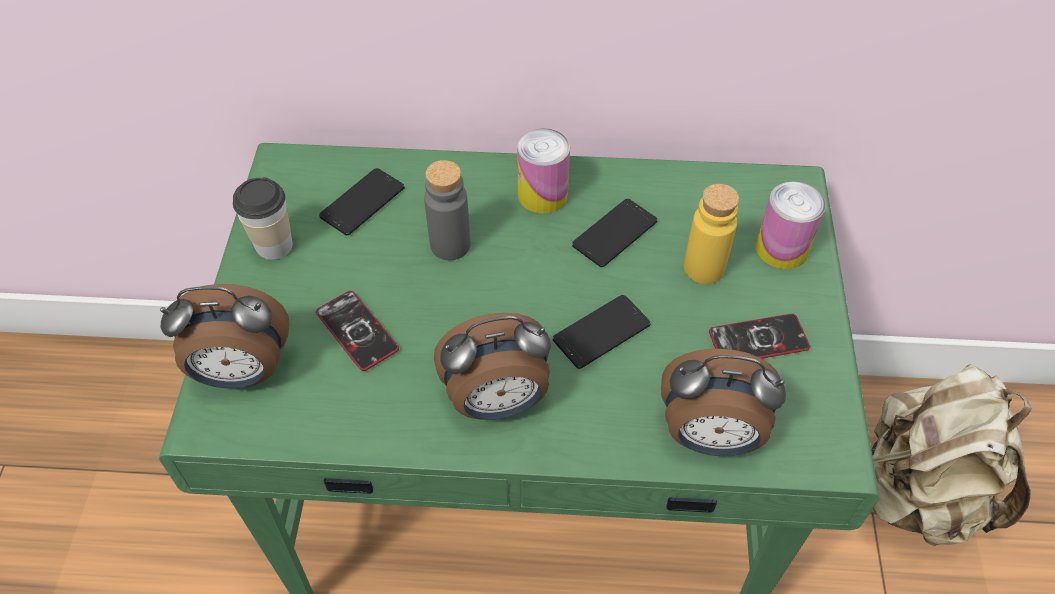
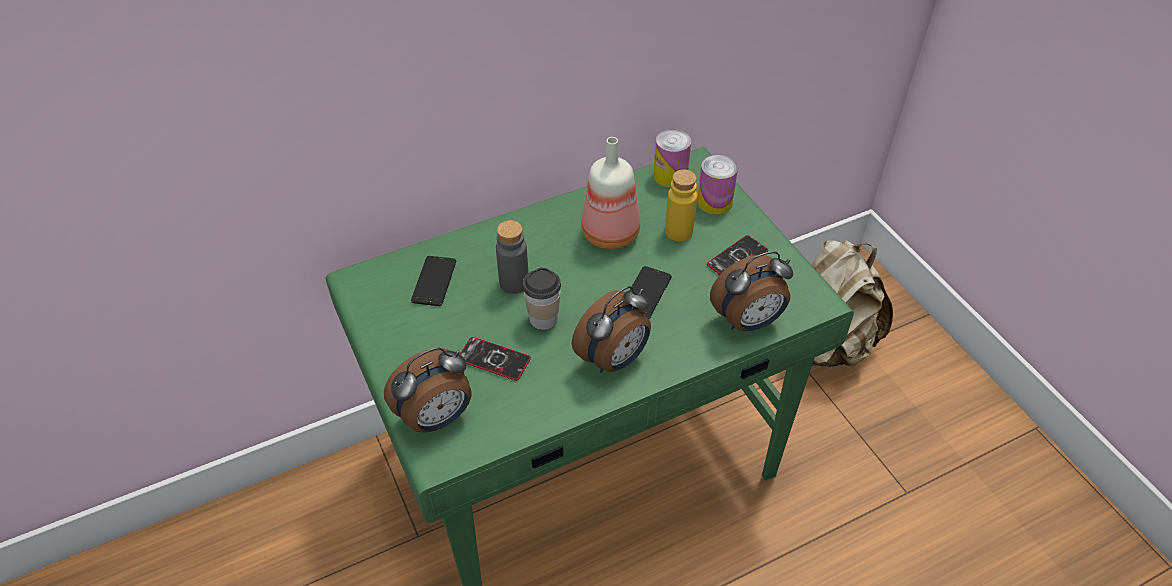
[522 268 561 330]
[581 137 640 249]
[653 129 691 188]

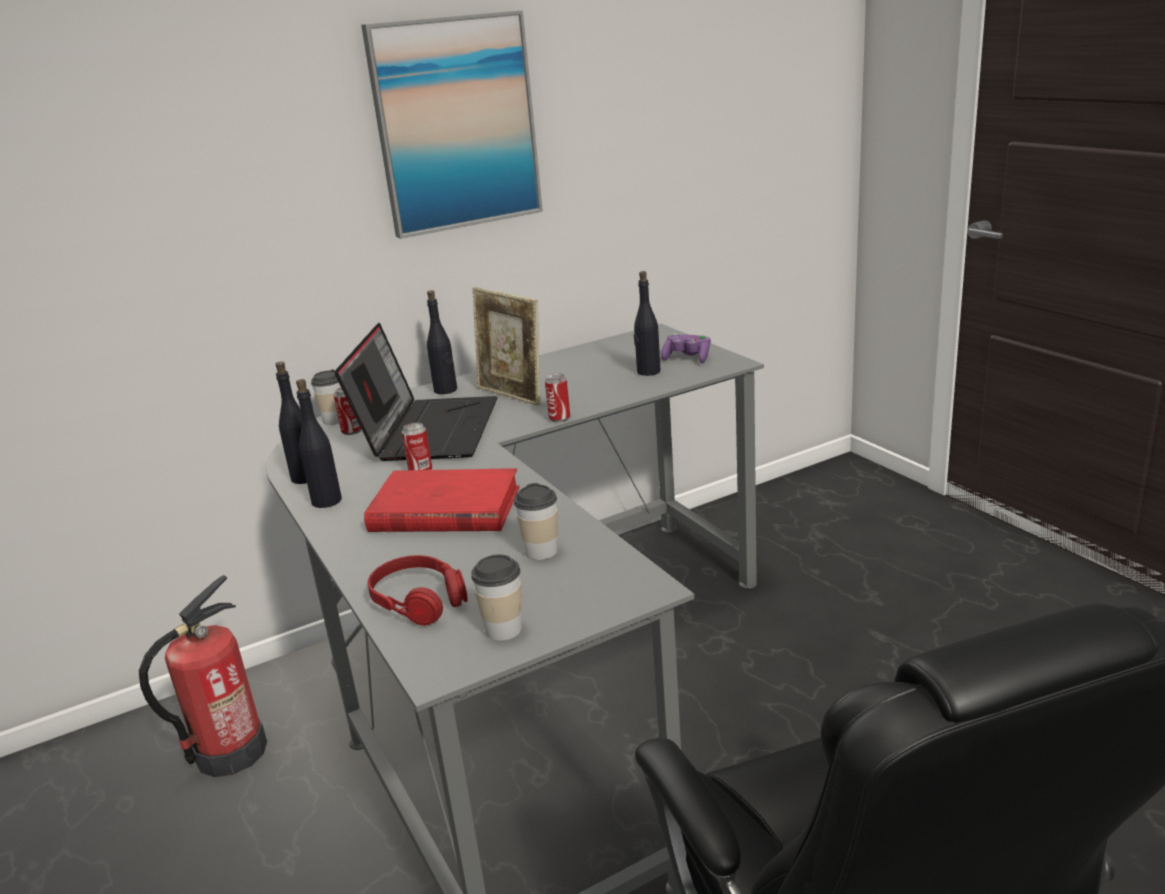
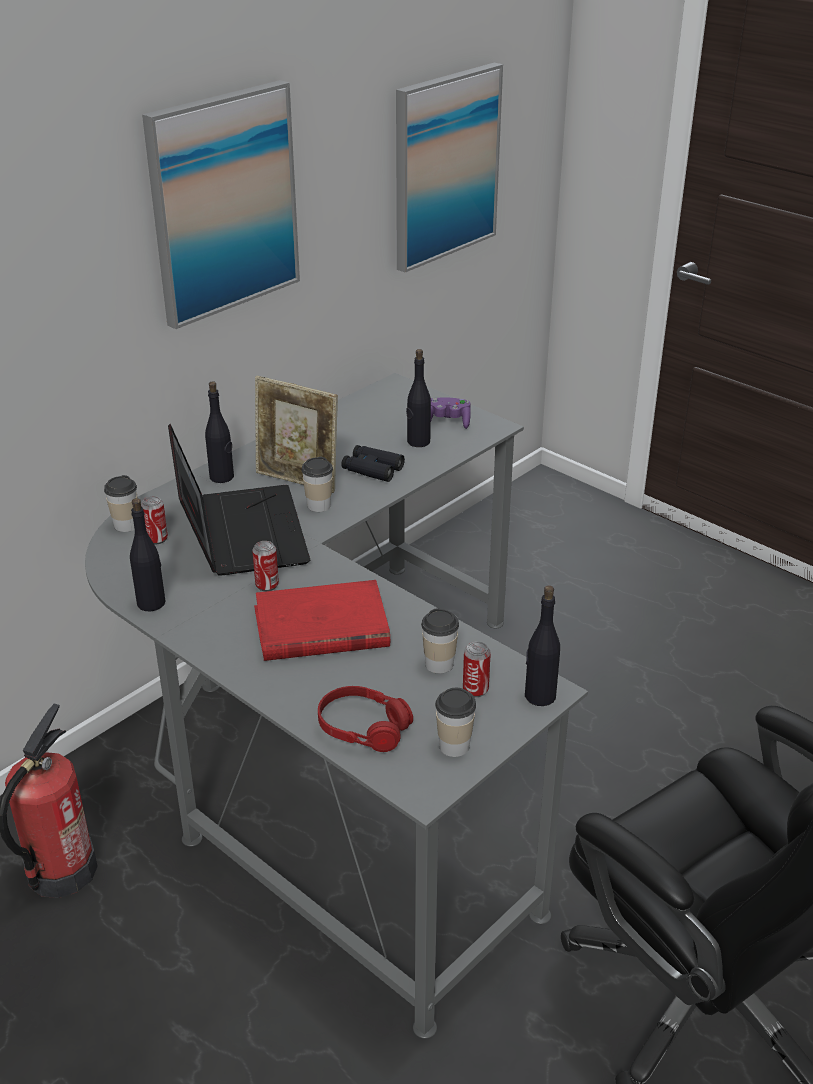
[302 457 333 512]
[341 445 405 482]
[396 63 503 273]
[463 642 491 697]
[525 585 560 706]

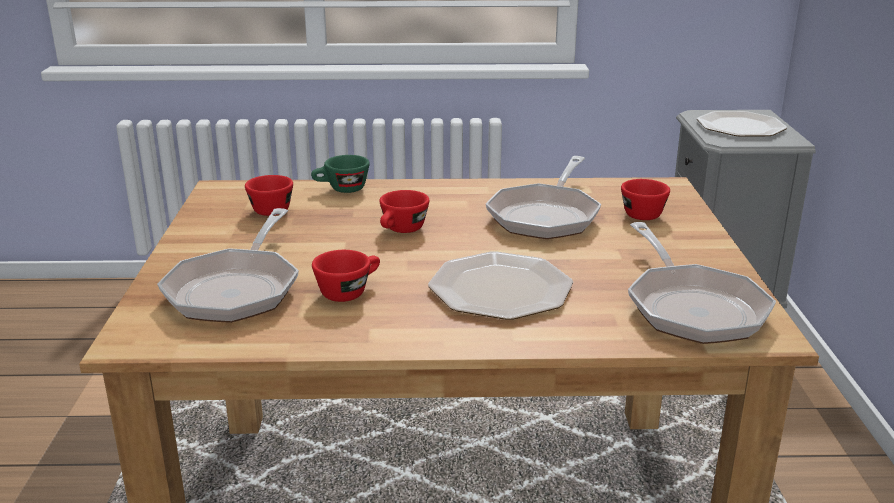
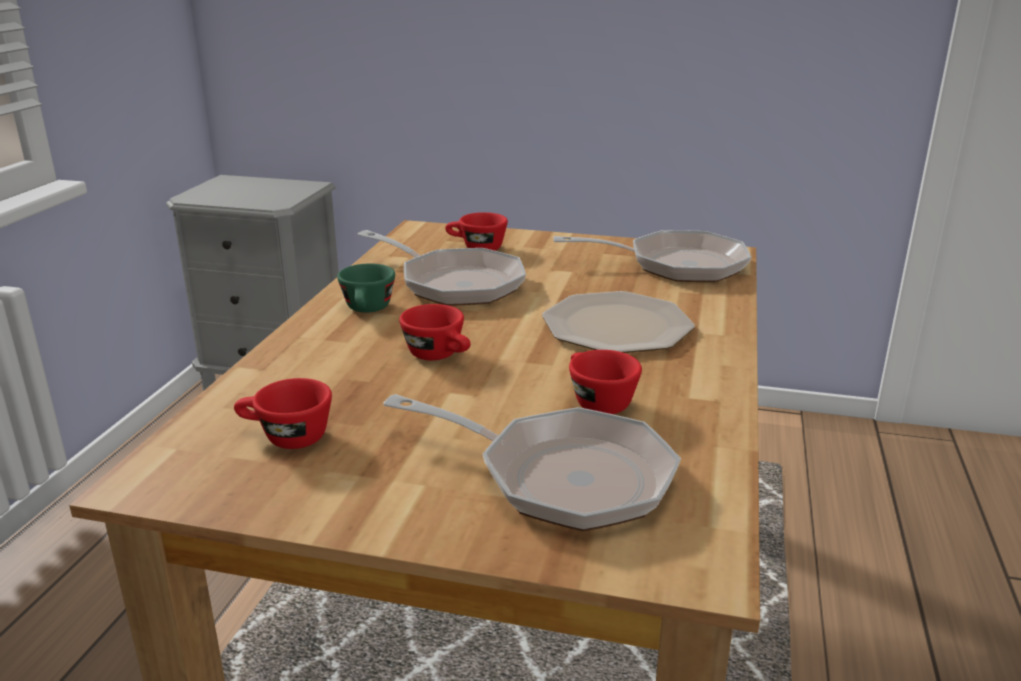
[337 263 395 313]
[697 111 787 137] (first image)

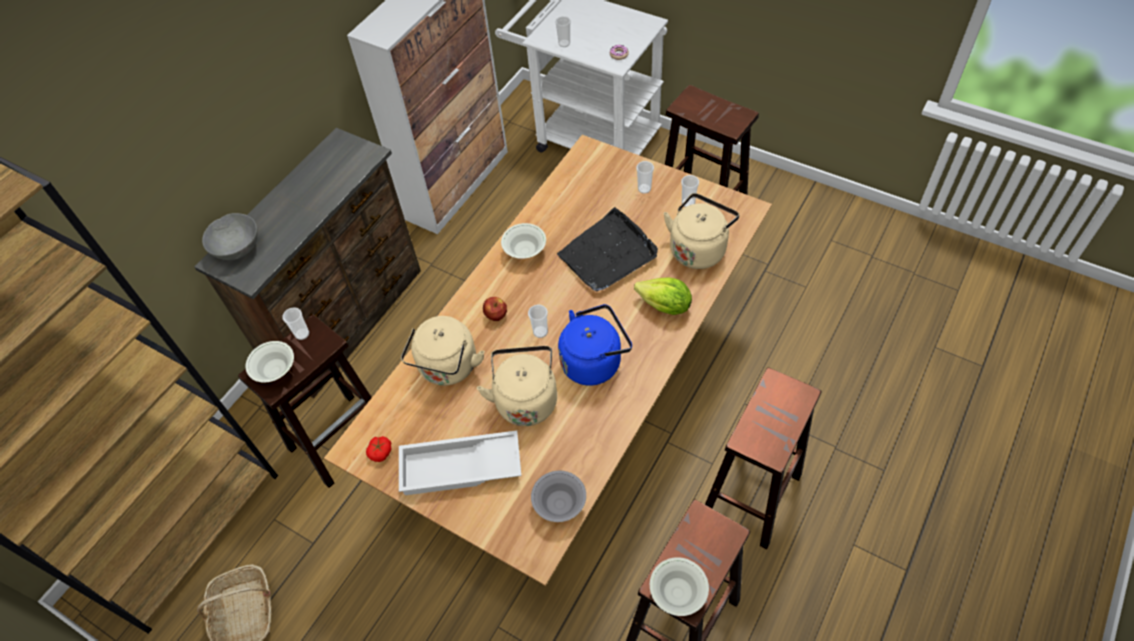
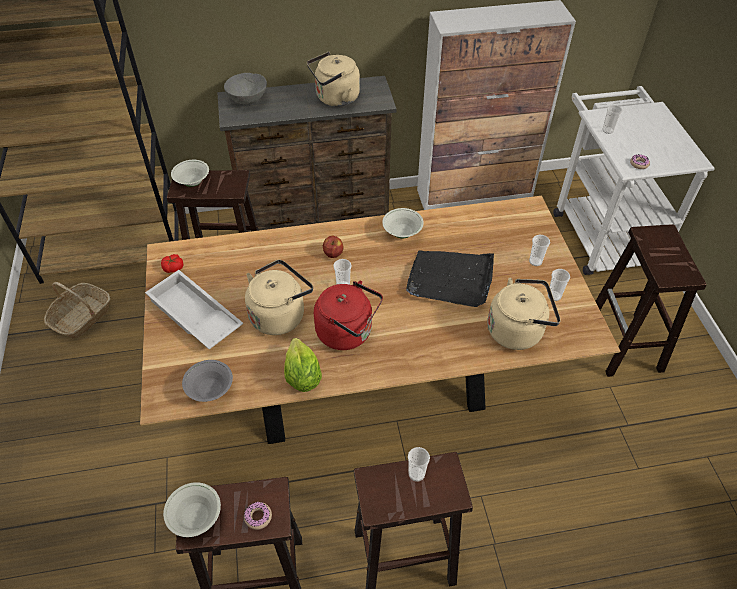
[244 502 272 530]
[284 338 322 392]
[307 52 360 107]
[314 281 383 350]
[408 447 430 482]

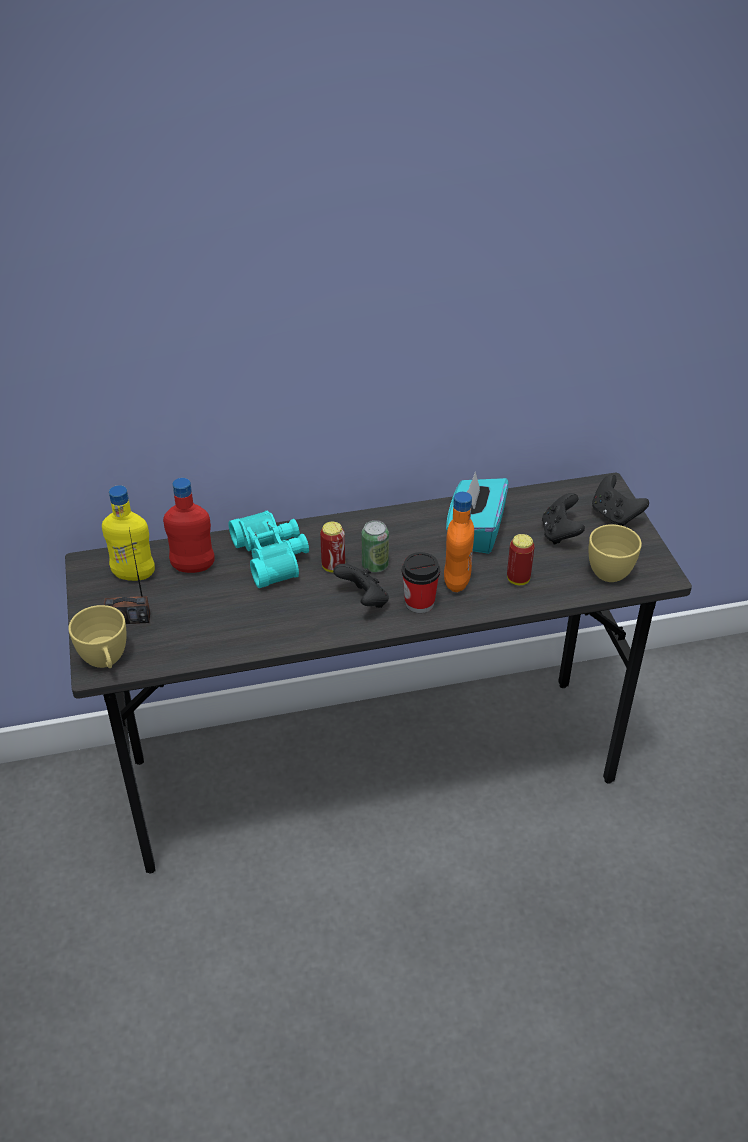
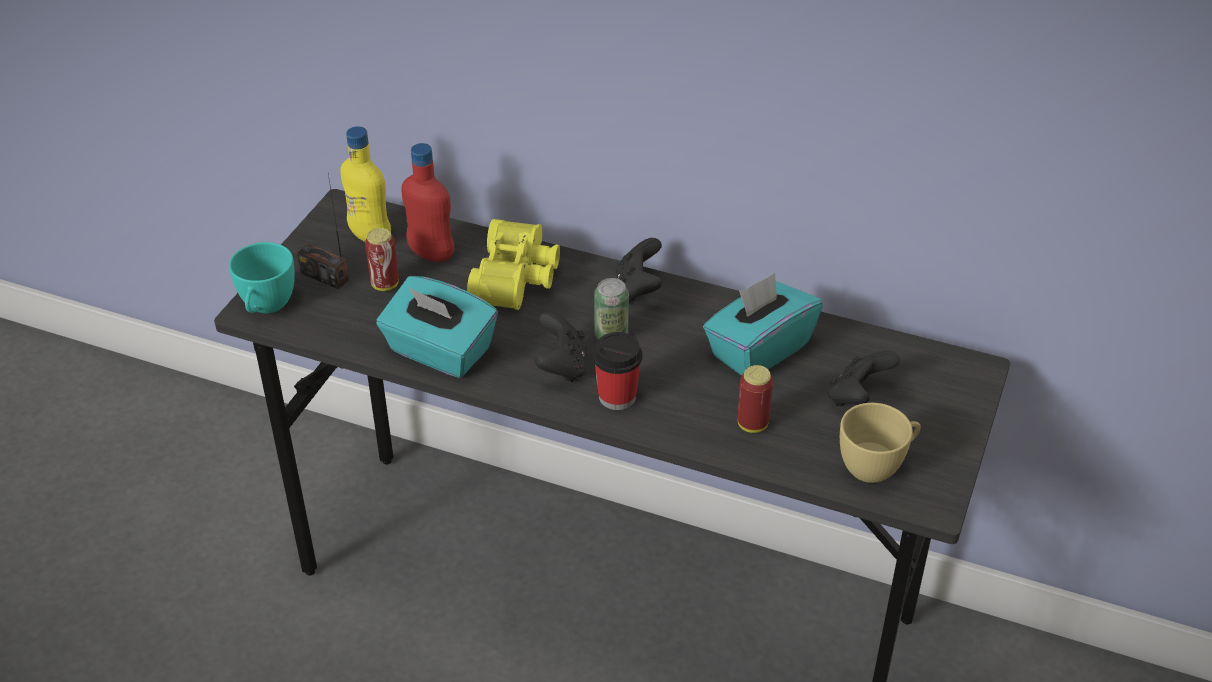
[229 242 295 313]
[365 228 399 291]
[376 276 498 378]
[467 219 560 310]
[616 238 662 302]
[444 492 474 592] (first image)

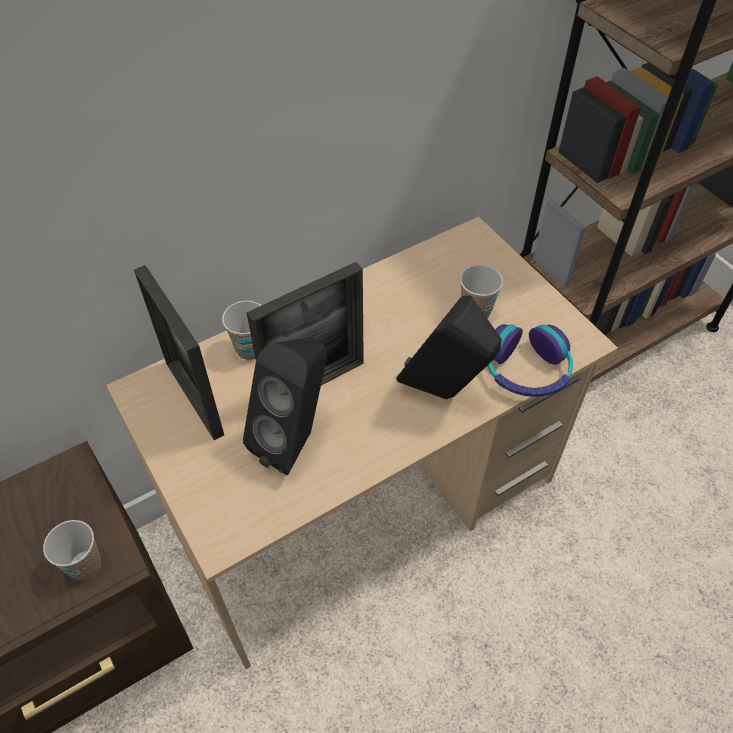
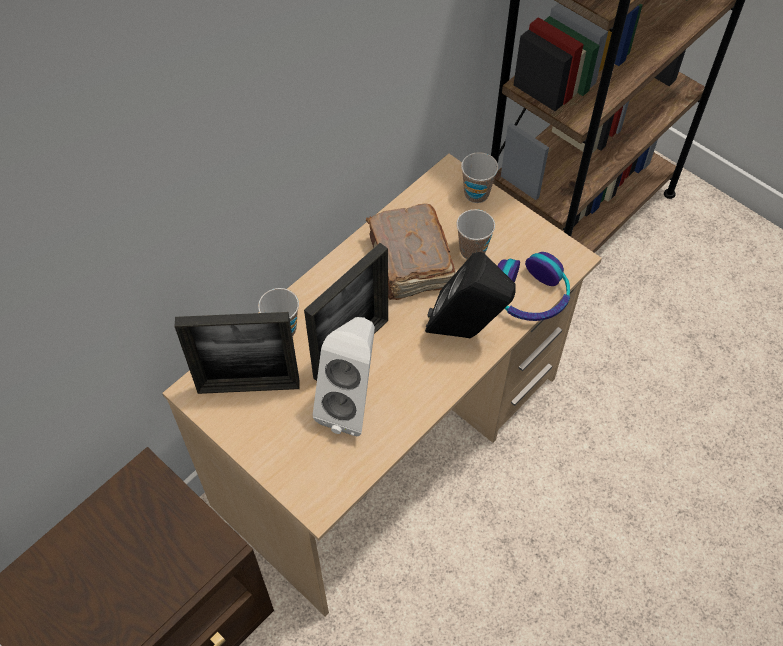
[174 312 300 394]
[313 317 375 436]
[366 203 456 300]
[461 152 498 203]

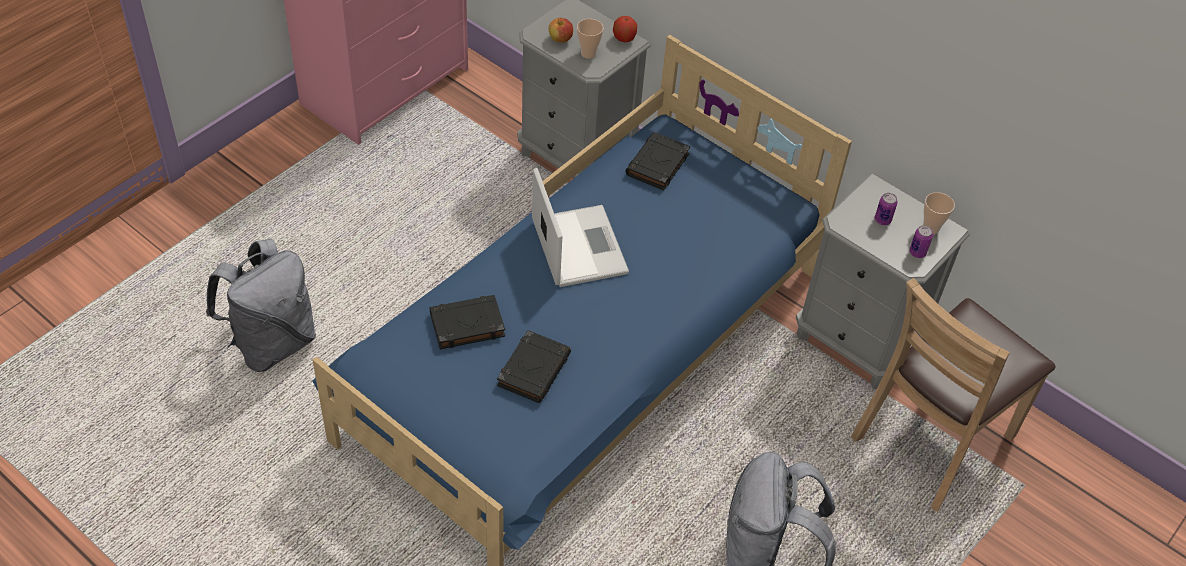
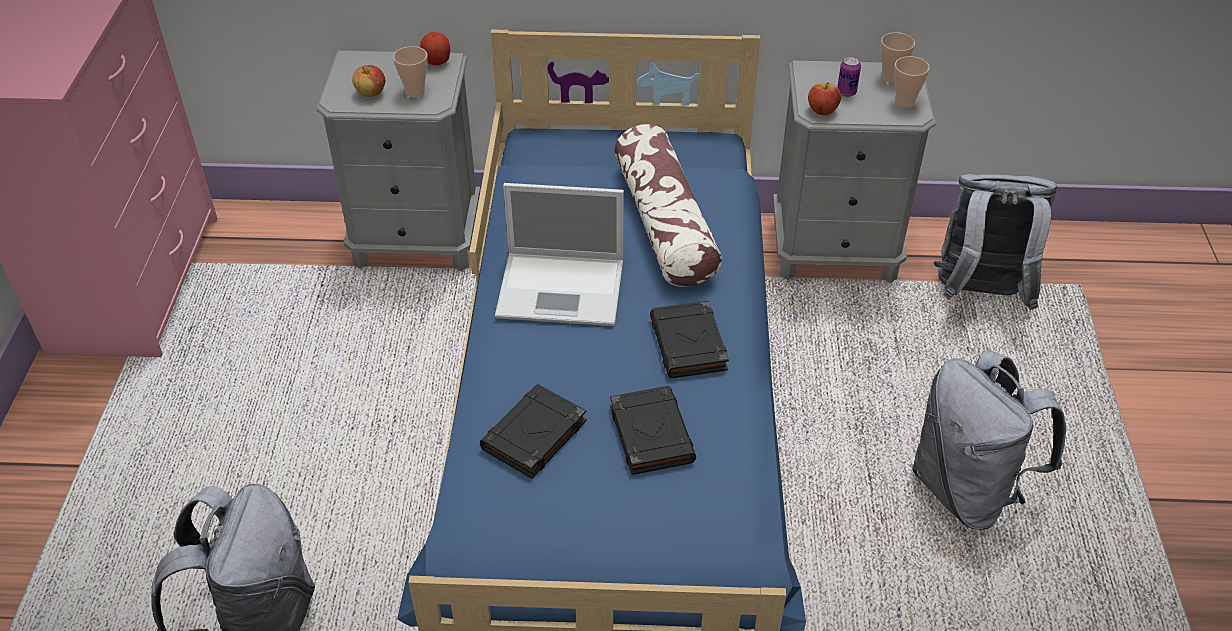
[495 183 624 326]
[615 124 722 287]
[650 301 729 378]
[808 82 841 116]
[894 56 930 108]
[934 174 1057 310]

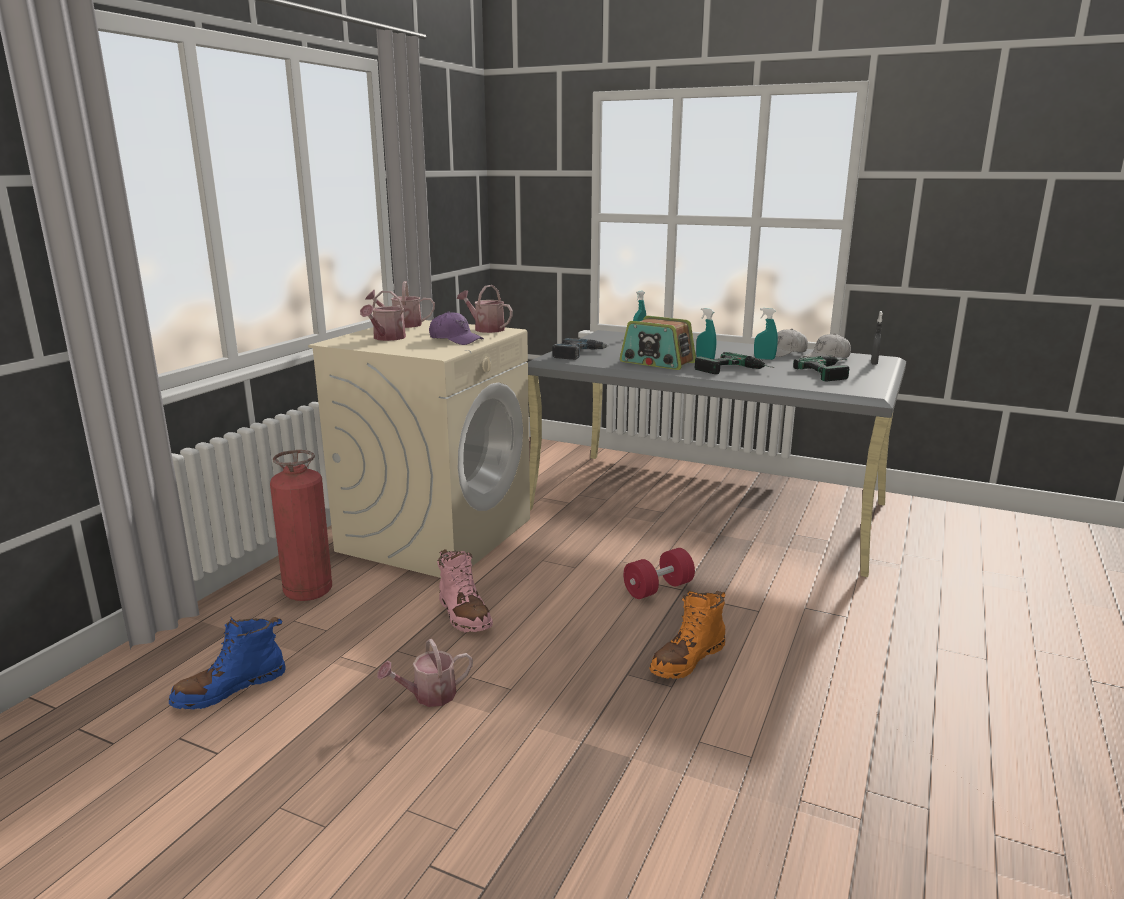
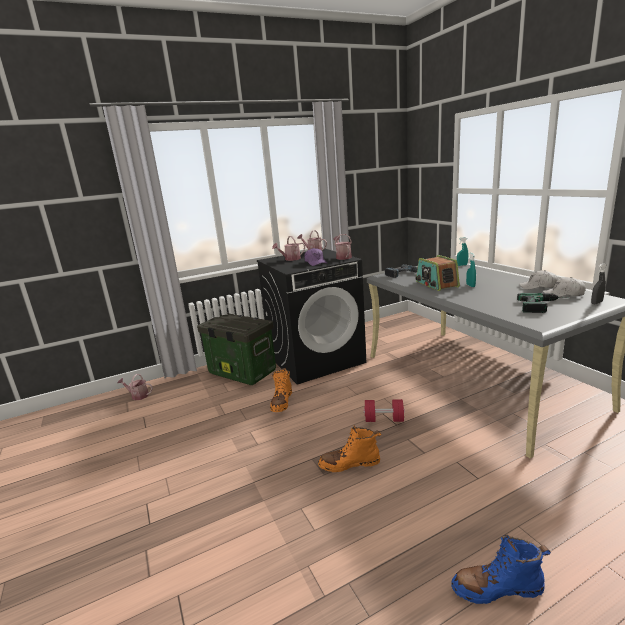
[117 374 153 400]
[197 313 276 385]
[257 248 366 385]
[270 368 292 412]
[451 534 551 604]
[694 352 774 374] (first image)
[754 308 778 360] (first image)

